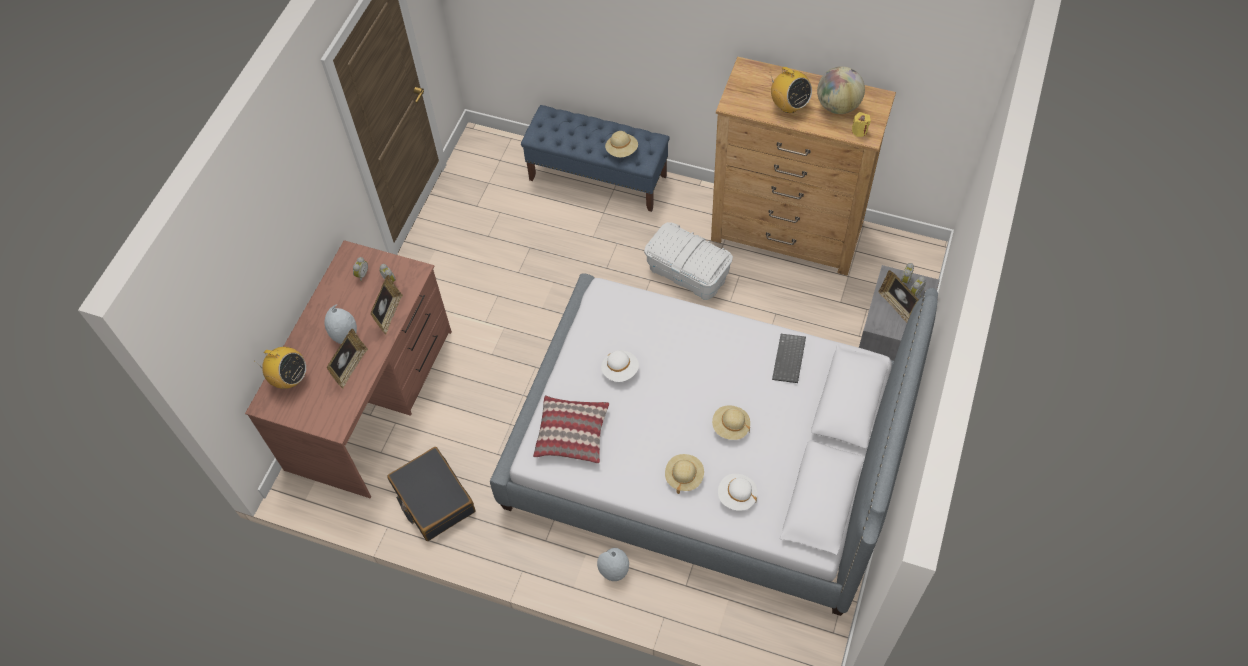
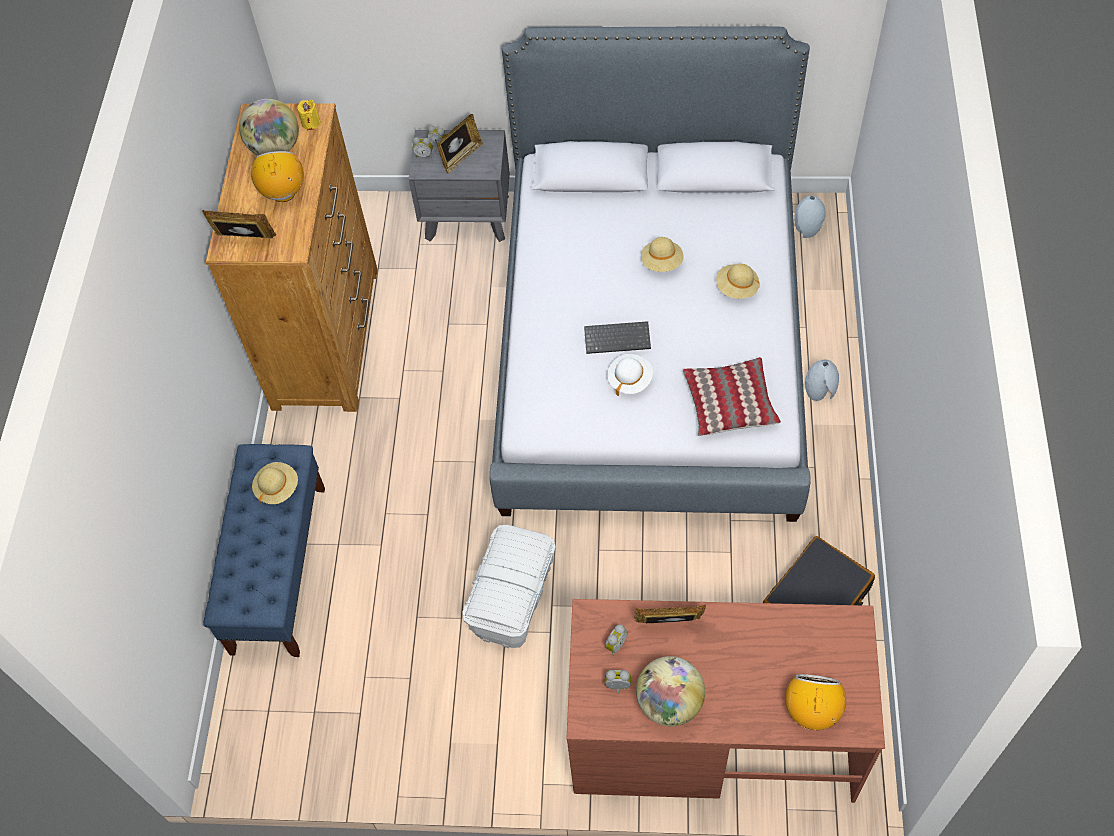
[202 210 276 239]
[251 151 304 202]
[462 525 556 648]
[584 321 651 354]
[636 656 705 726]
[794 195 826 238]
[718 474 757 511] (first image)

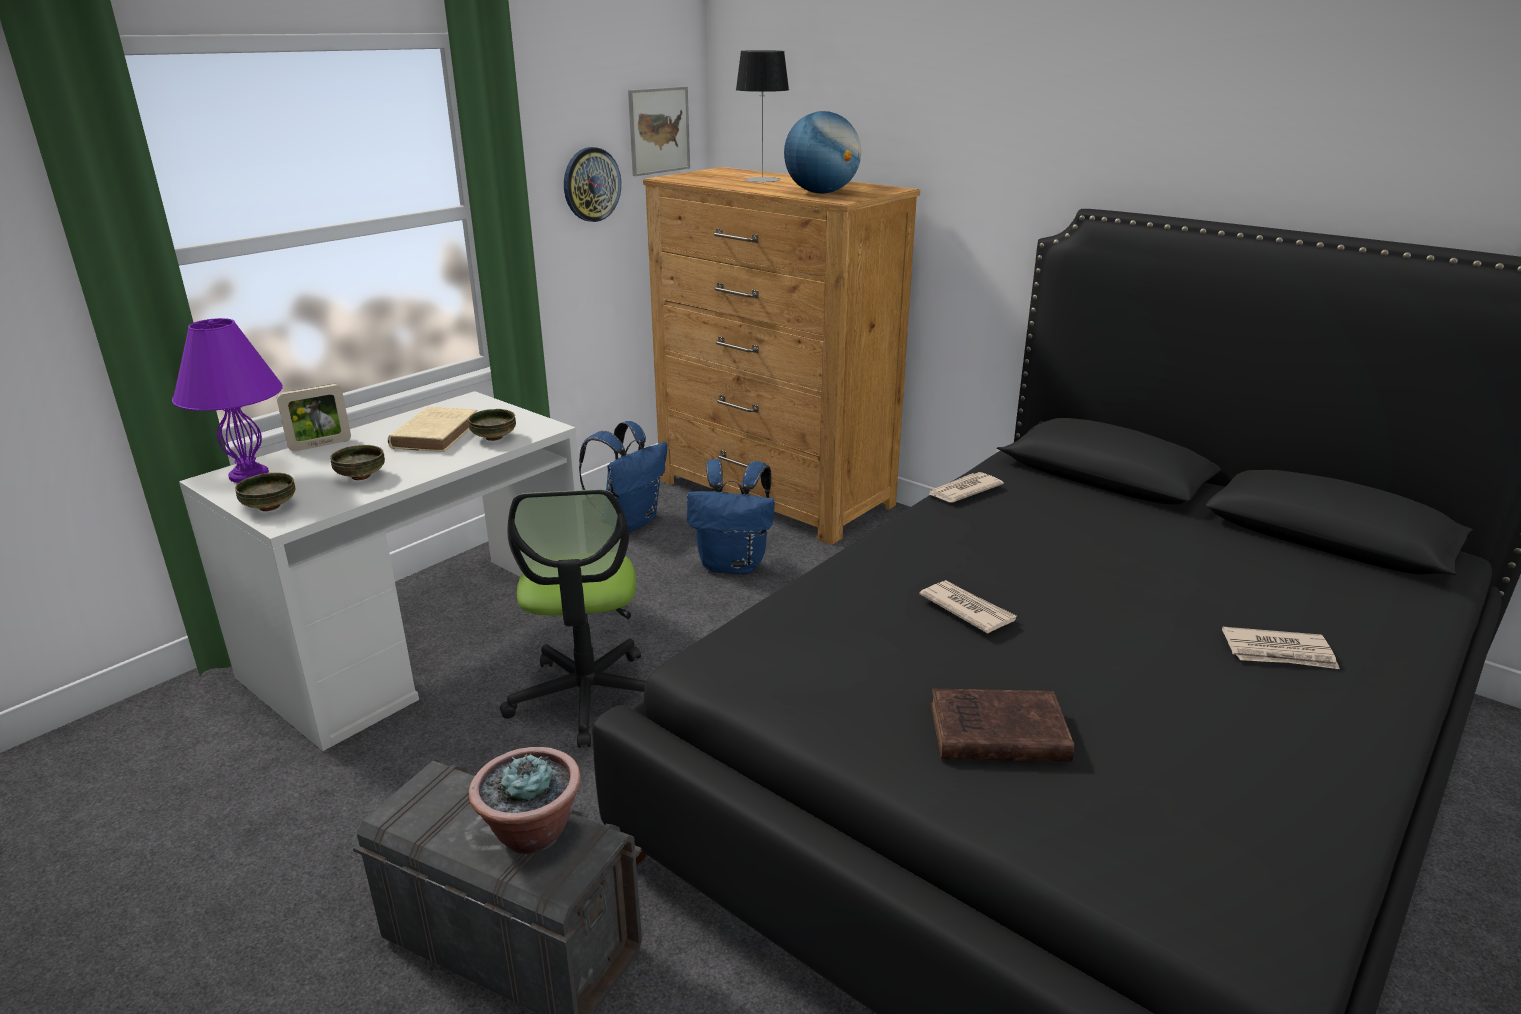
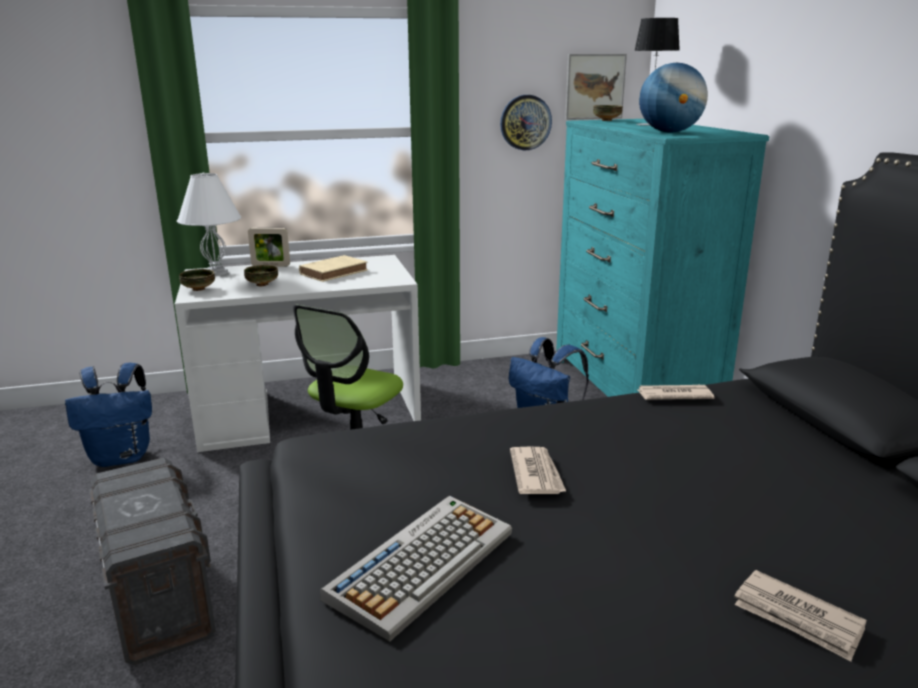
[65 363 152 467]
[177 173 241 276]
[320 496 512 642]
[556 119 769 397]
[593 105 623 121]
[469 747 581 854] (first image)

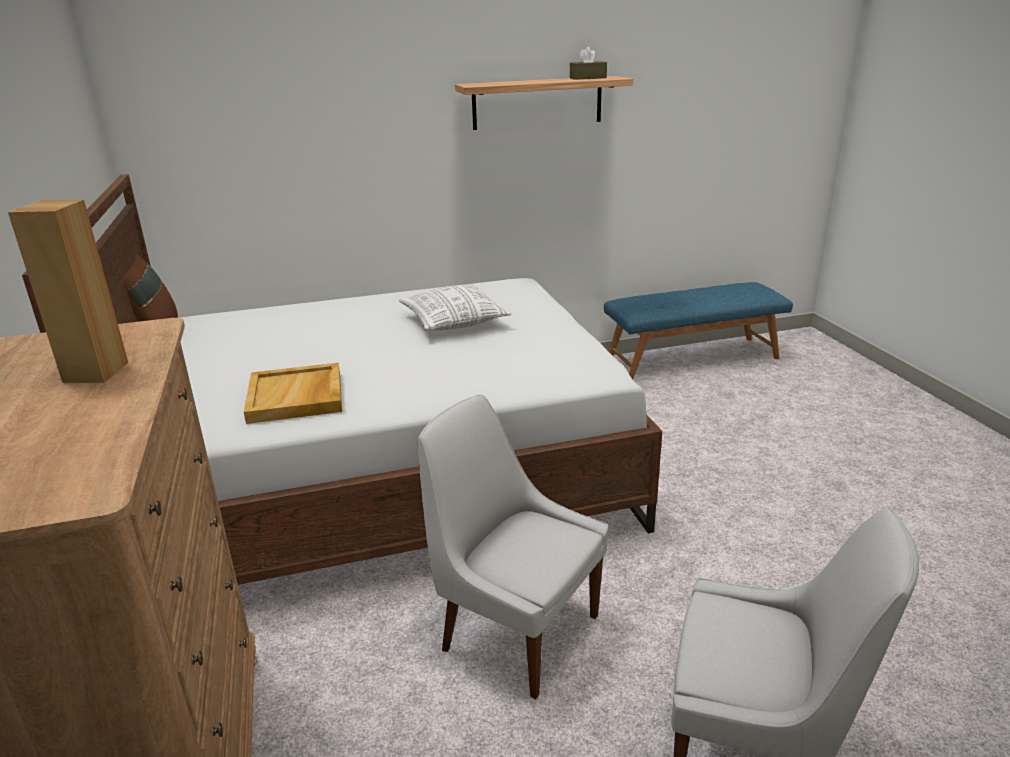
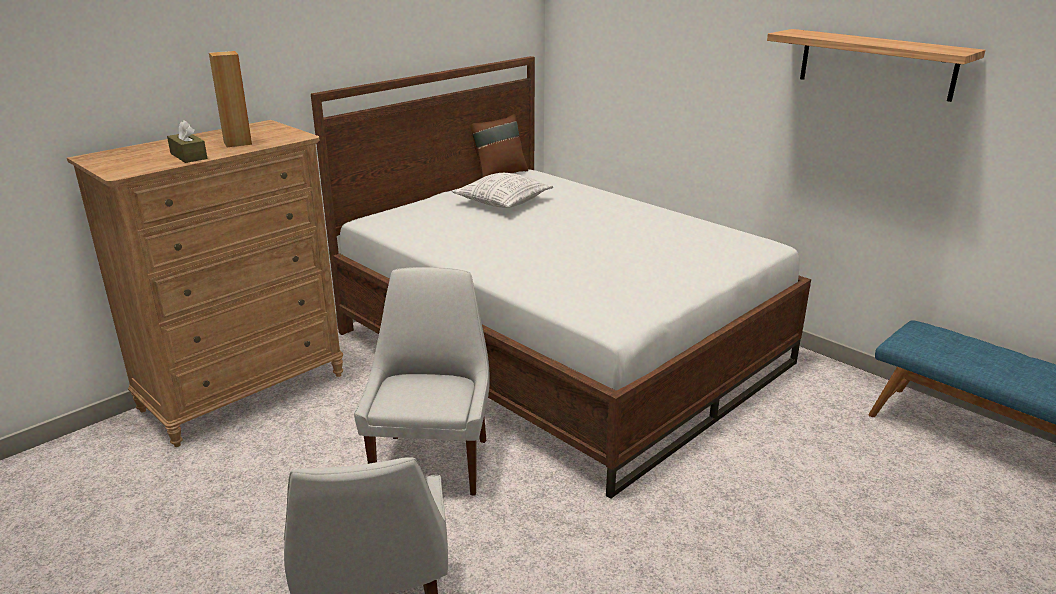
[167 120 207 163]
[452 173 553 208]
[244 363 342 424] (first image)

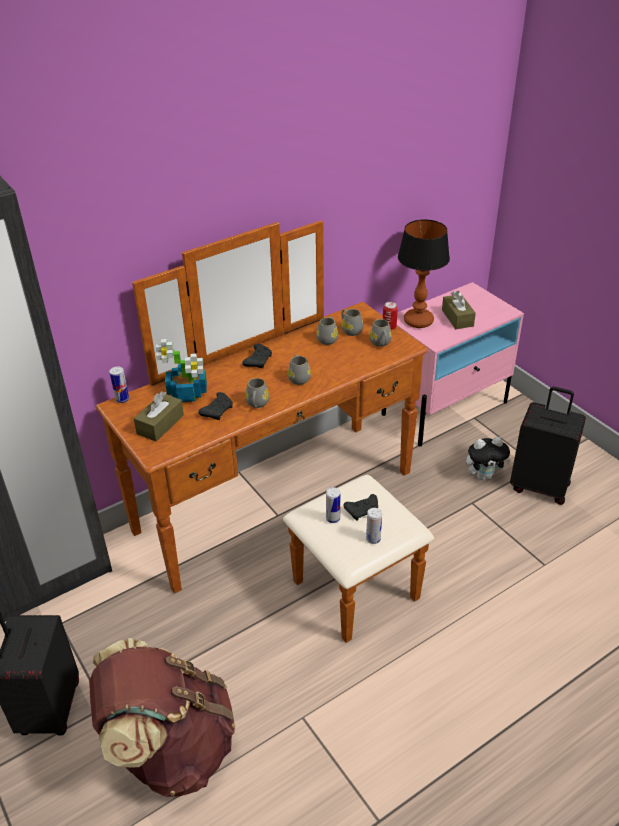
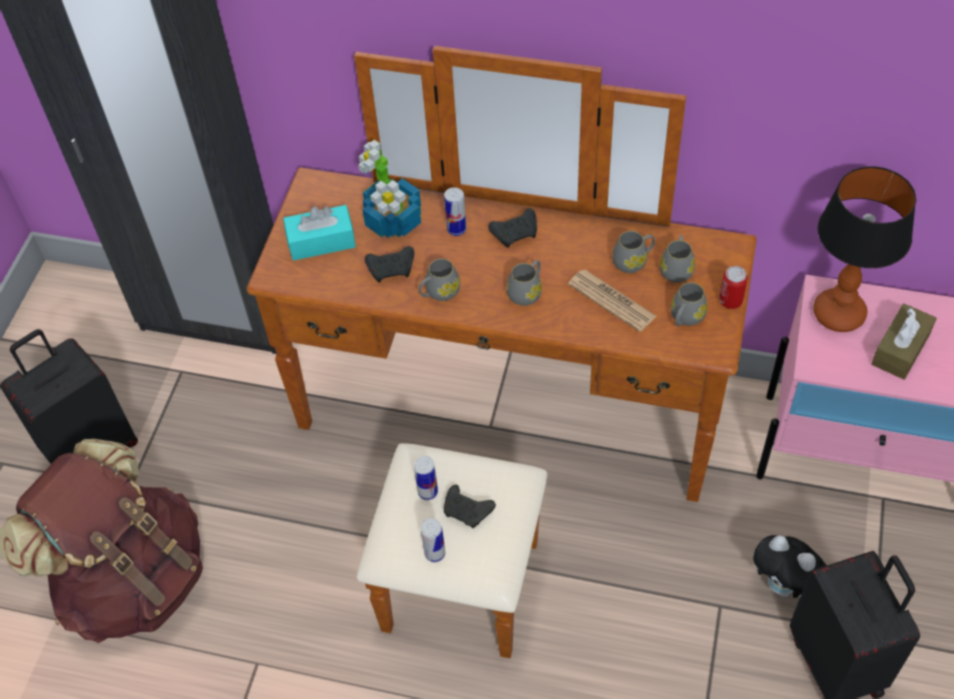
[283 205 356 261]
[444 187 467 236]
[568 270 657 332]

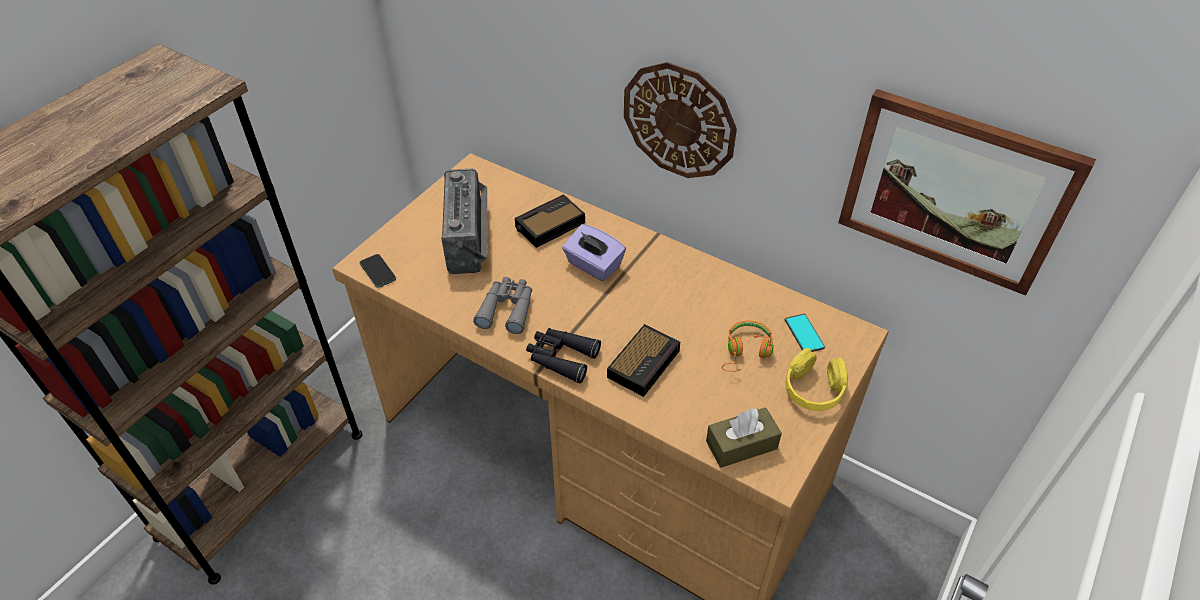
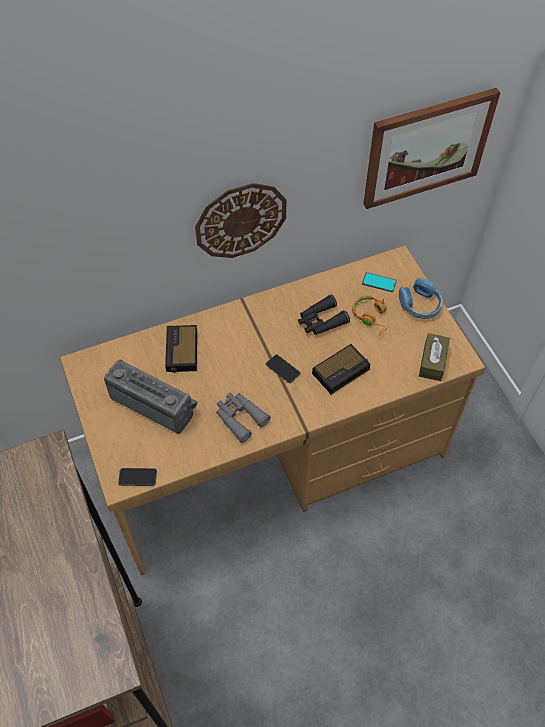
[266 354 301 383]
[298 294 350 335]
[312 344 370 394]
[399 278 443 319]
[562 224 626 281] (first image)

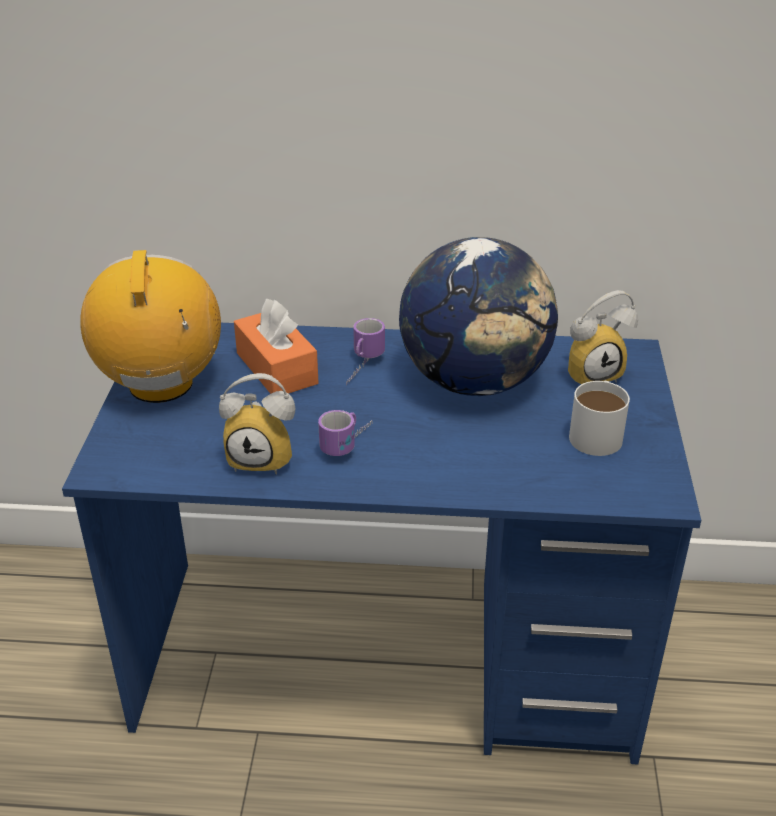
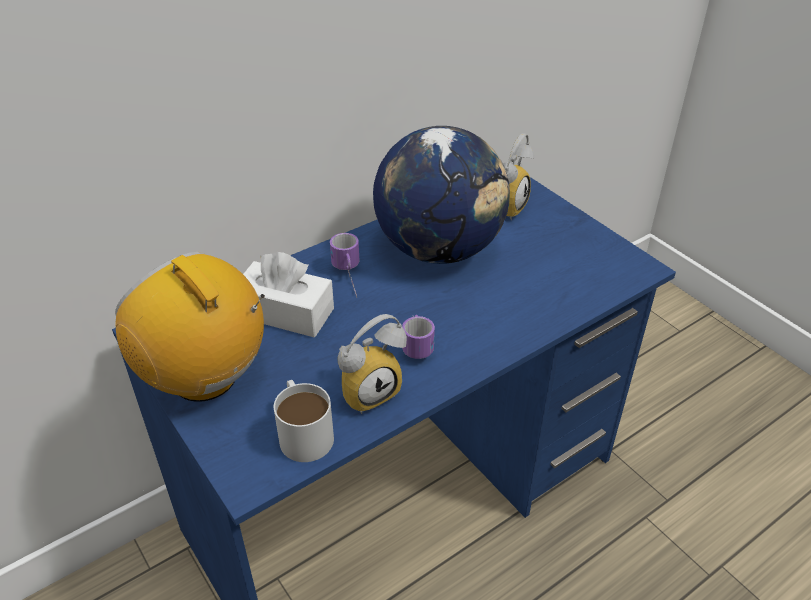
[243 252 334 338]
[274 380 334 462]

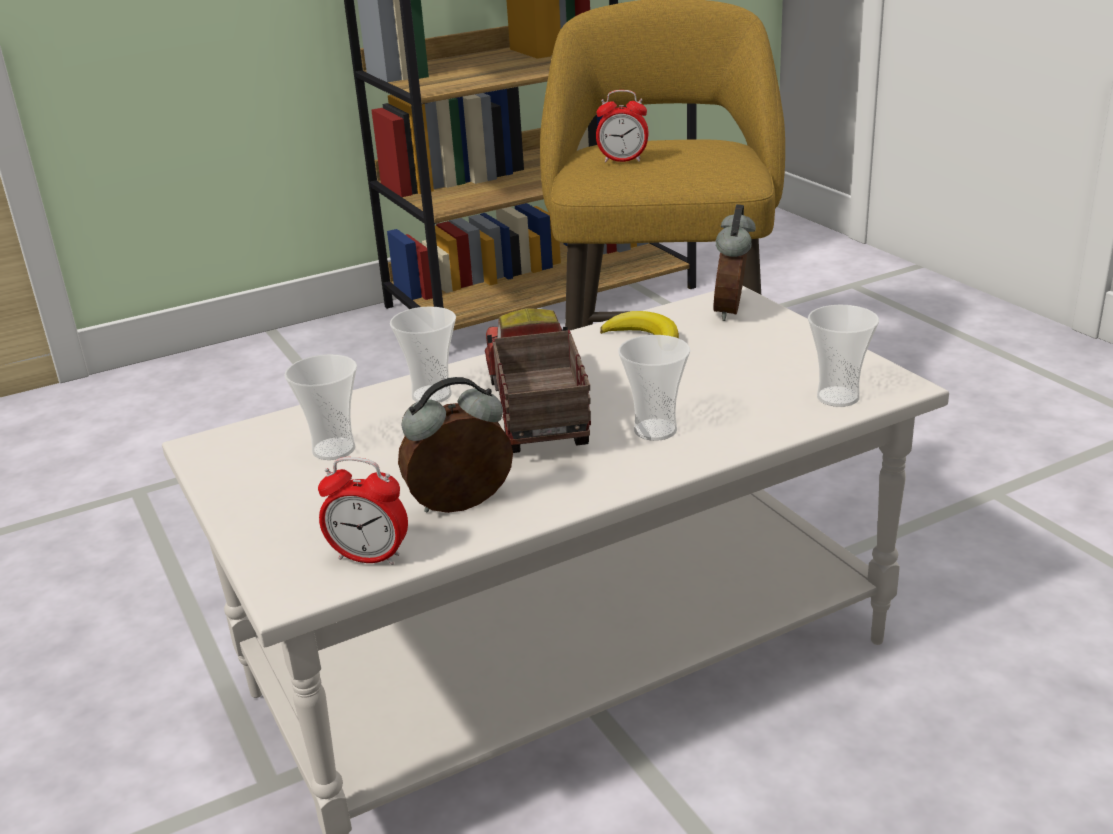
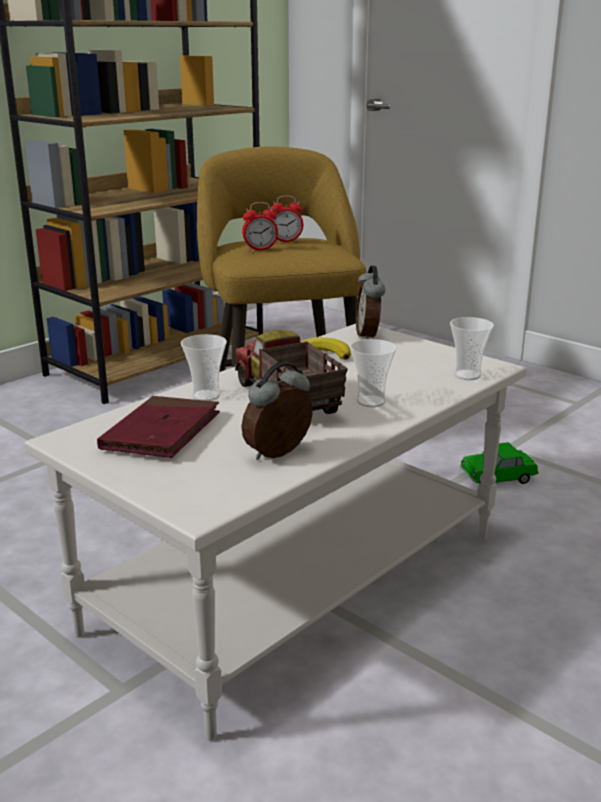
[97 396 220 458]
[270 195 303 242]
[460 442 539 484]

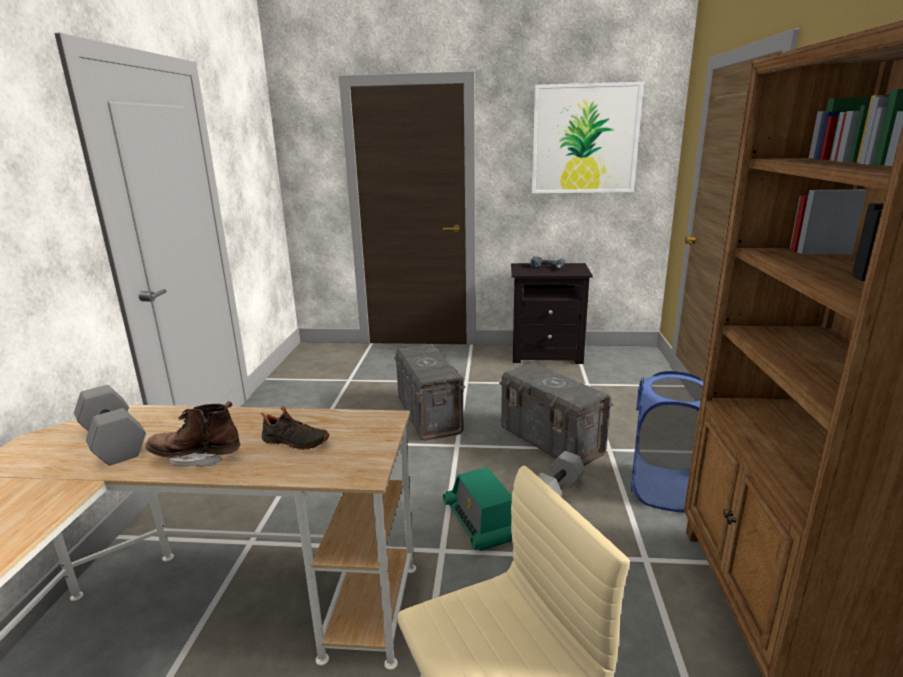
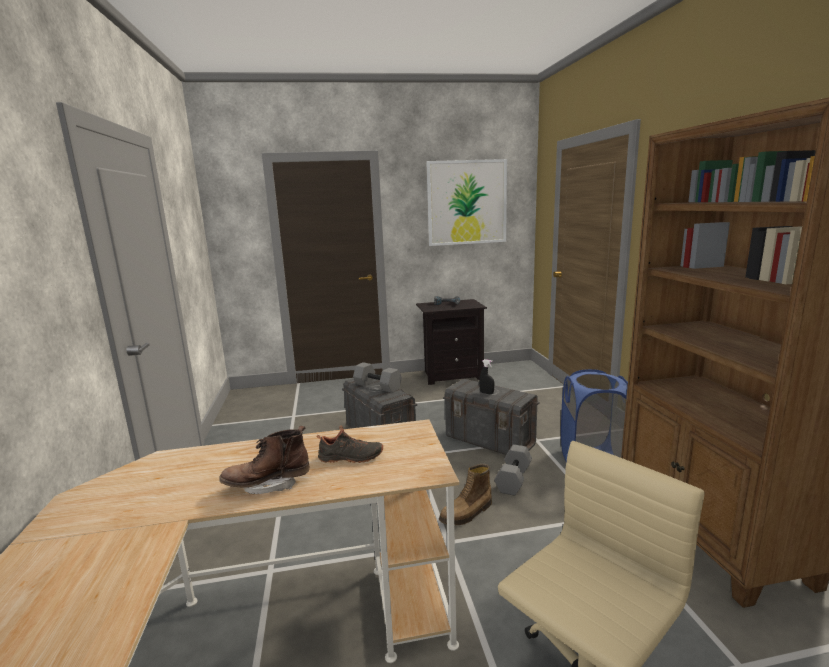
[353 362 402 393]
[439 464 492 525]
[479 359 494 394]

